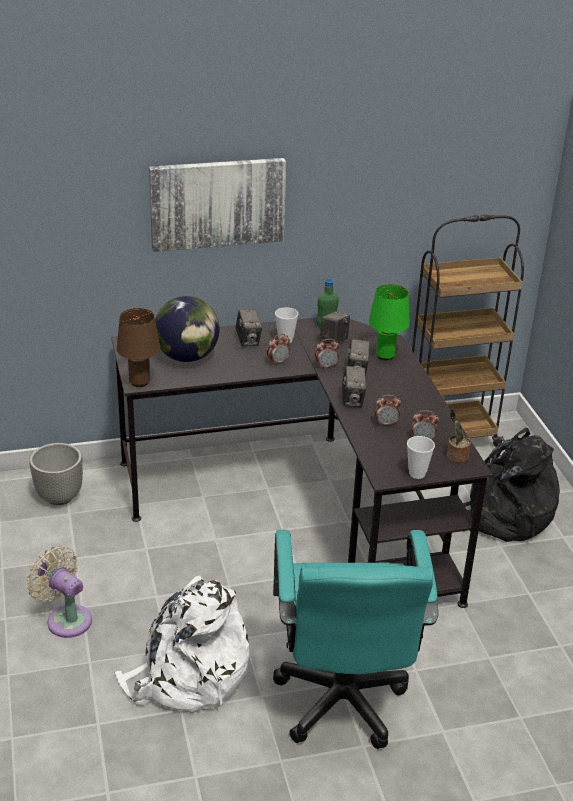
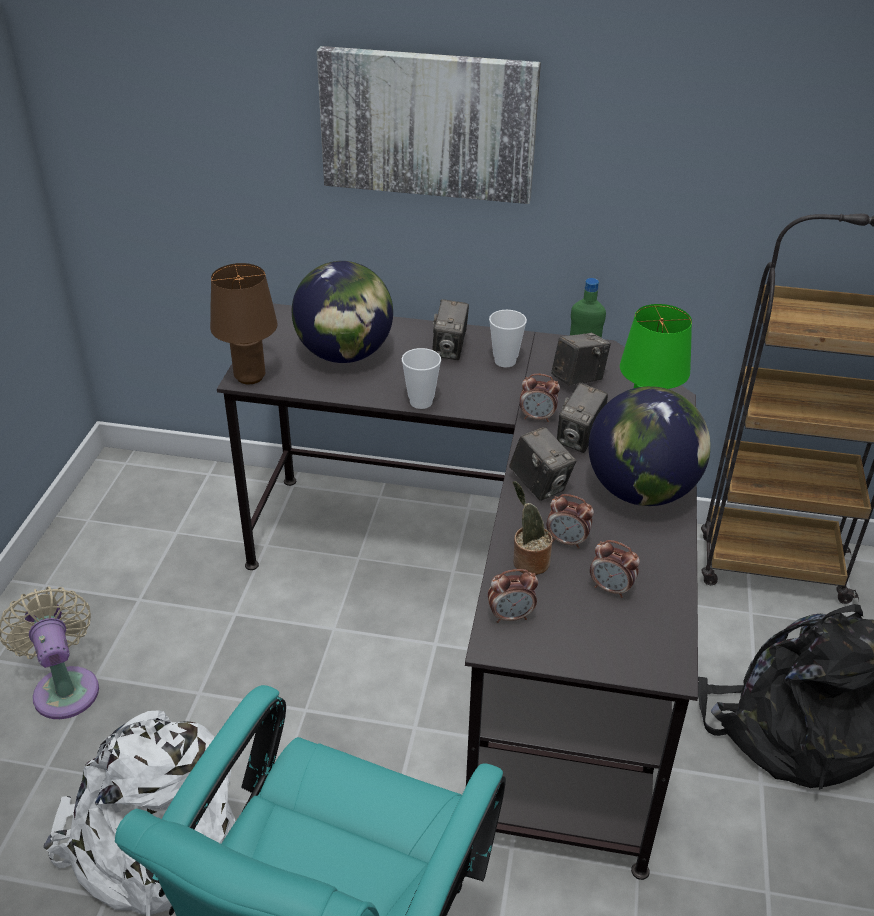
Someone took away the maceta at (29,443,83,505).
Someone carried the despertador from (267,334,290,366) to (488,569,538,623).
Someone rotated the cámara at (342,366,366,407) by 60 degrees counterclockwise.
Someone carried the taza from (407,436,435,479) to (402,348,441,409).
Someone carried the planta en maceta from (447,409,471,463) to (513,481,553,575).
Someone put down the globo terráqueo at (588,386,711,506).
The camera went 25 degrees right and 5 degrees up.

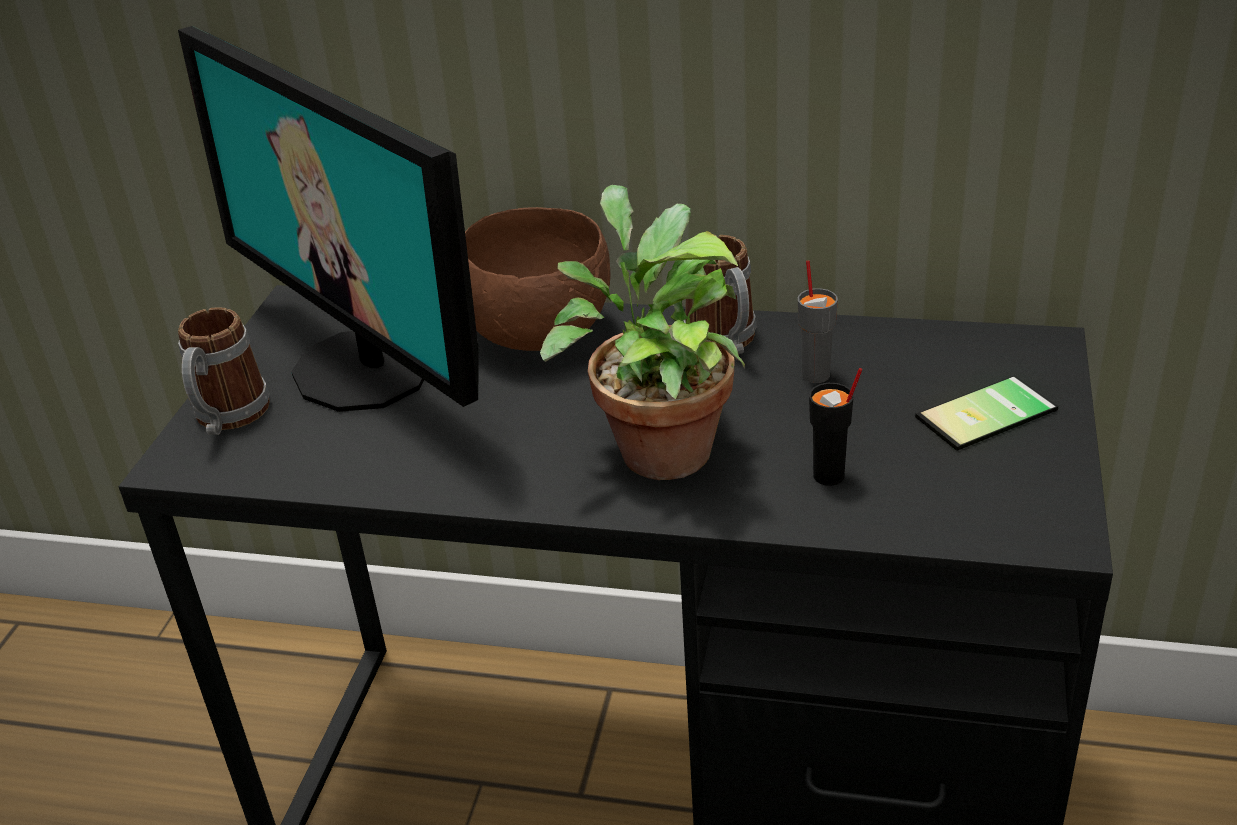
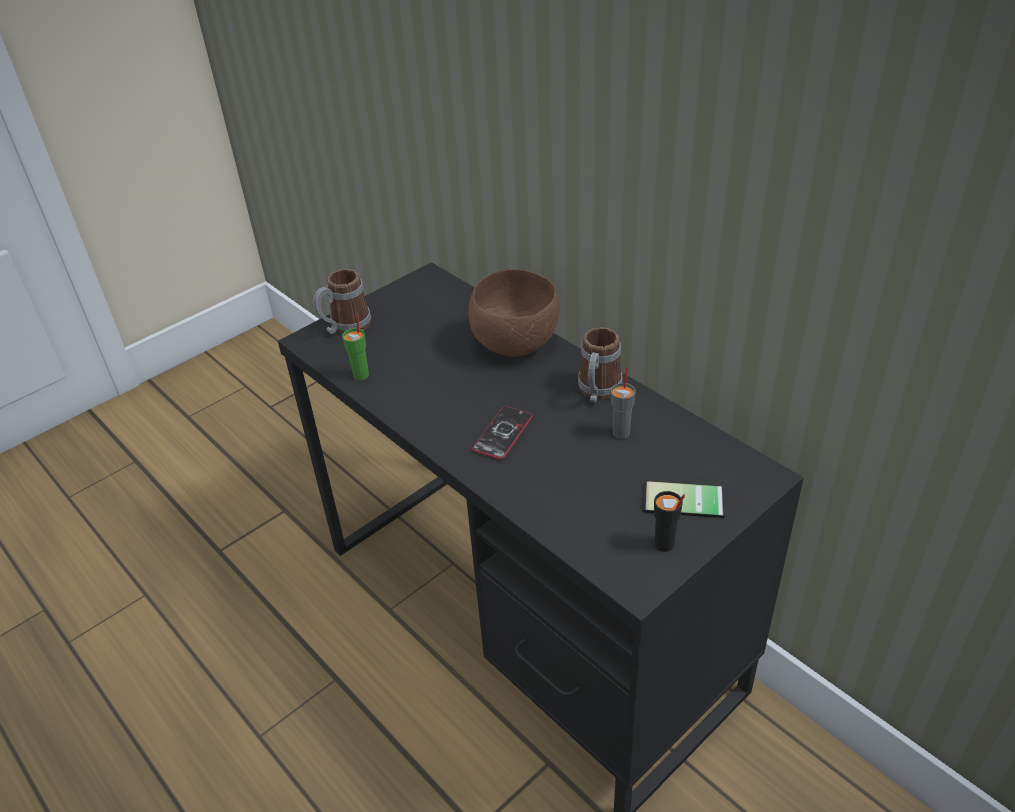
Someone took away the monitor at (178,26,479,412).
Someone swapped the planta en maceta at (540,185,745,480) for the móvil at (472,406,533,460).
Someone carried the taza (negro) from (809,368,862,486) to (654,491,685,552).
Someone put down the taza (verde) at (342,313,369,380).
The camera went 35 degrees right and 5 degrees up.

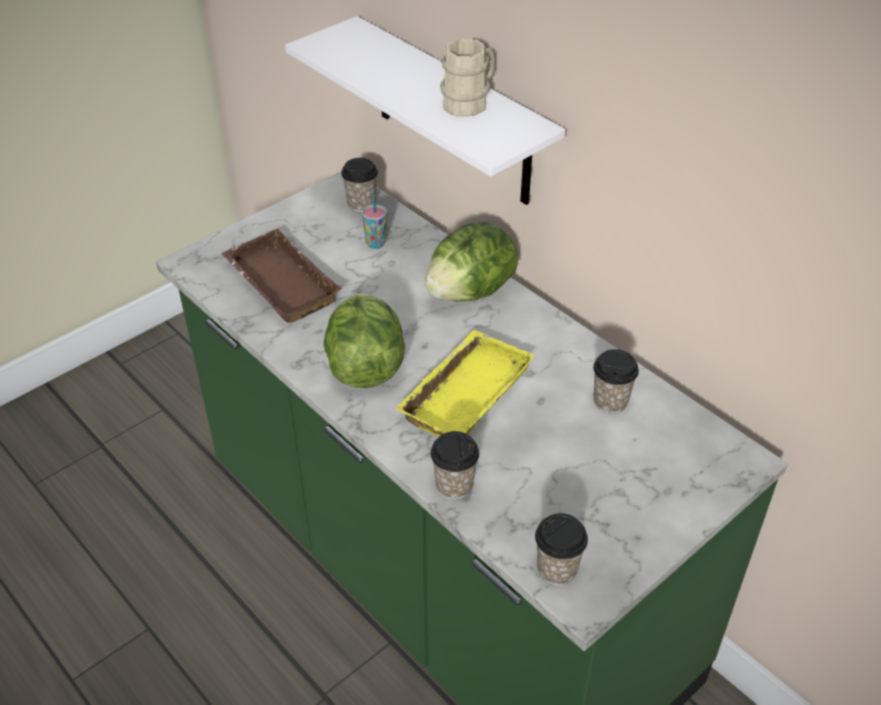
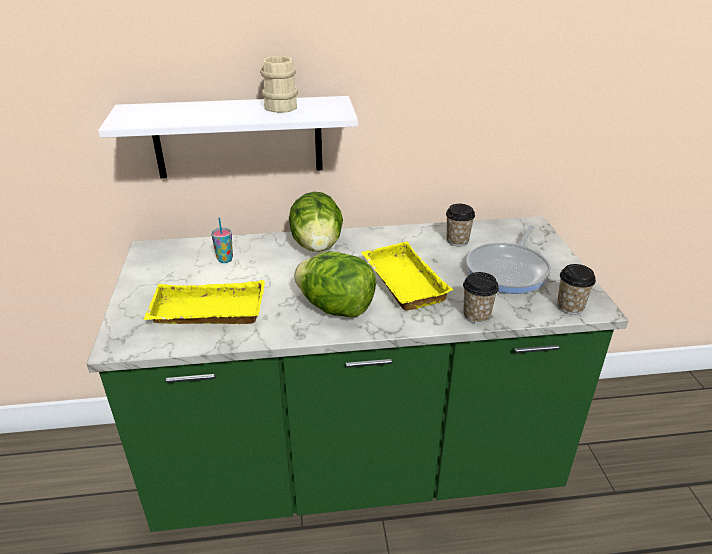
Someone repainted the bandeja (marrón) at (222,228,342,323), which became the bandeja (amarillo) at (143,280,265,324).
Someone took away the taza at (341,158,378,212).
Someone put down the sartén at (466,225,551,294).
The camera went 55 degrees left and 10 degrees down.

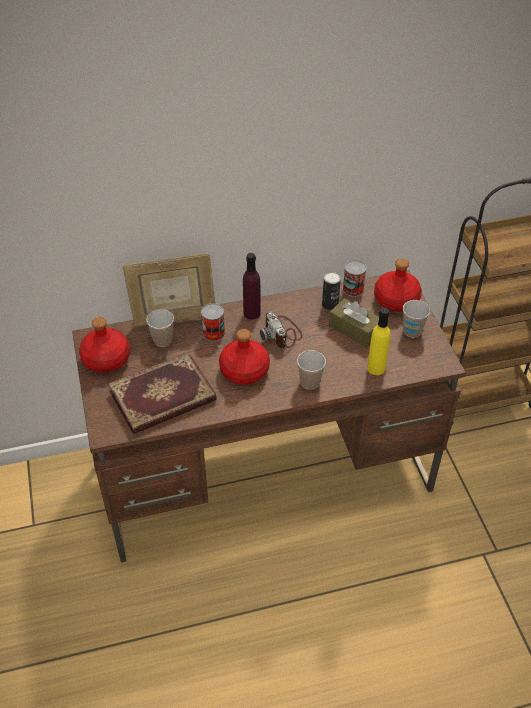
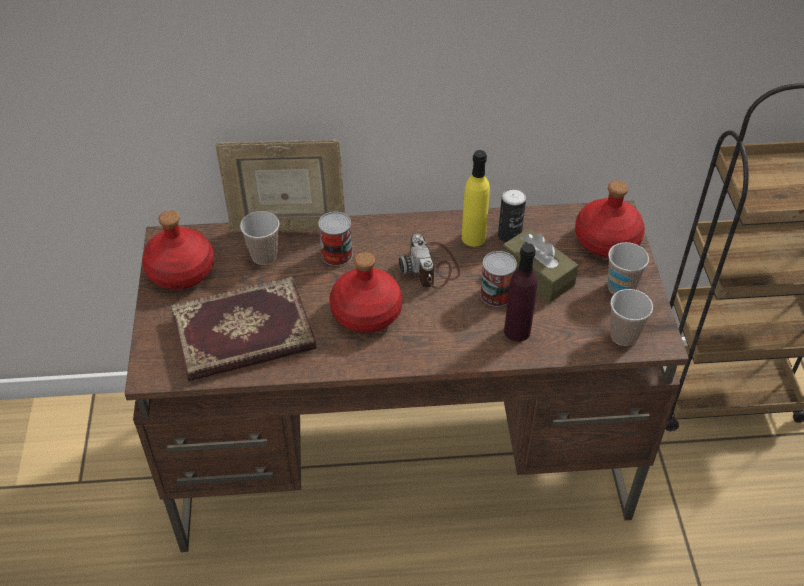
Someone carried the botella (morado) from (243,253,261,319) to (504,243,537,342).
Someone carried the taza from (297,350,326,390) to (610,289,653,346).
Someone carried the lata from (343,260,367,297) to (480,251,517,307).
Someone carried the botella (amarillo) from (367,308,390,375) to (462,150,490,247).
The camera went 10 degrees right and 0 degrees up.

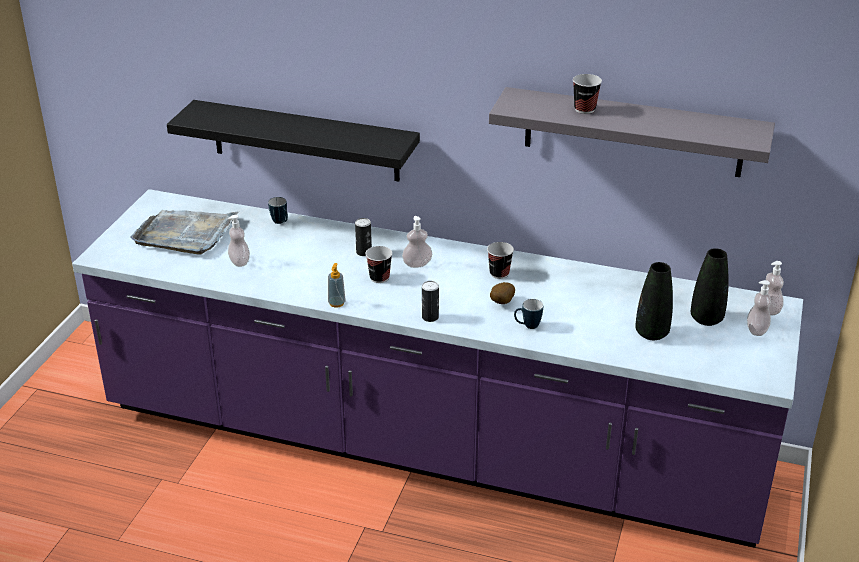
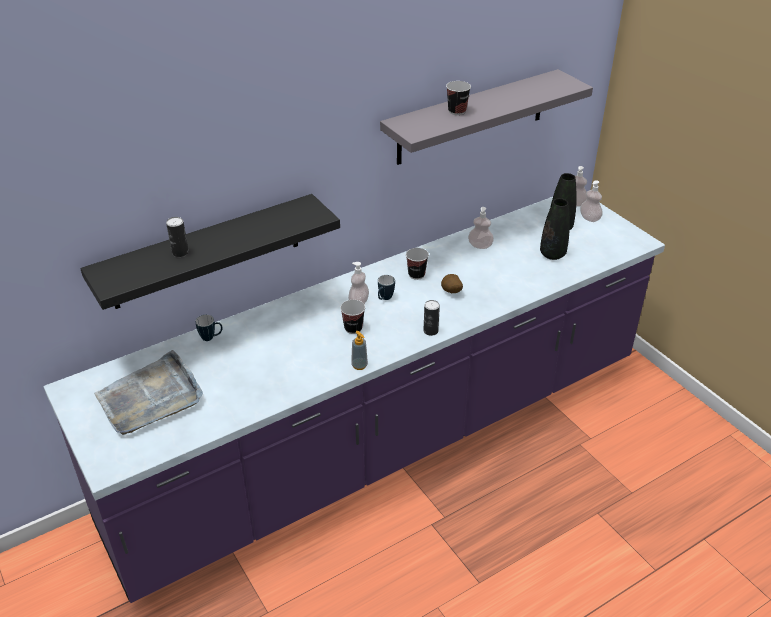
Someone carried the dispensador de jabón from (228,215,250,267) to (468,207,494,249).
Someone carried the lata from (355,218,372,256) to (166,217,189,257).
Someone carried the taza grande from (514,299,543,329) to (378,275,395,300).
The camera went 50 degrees left and 5 degrees up.

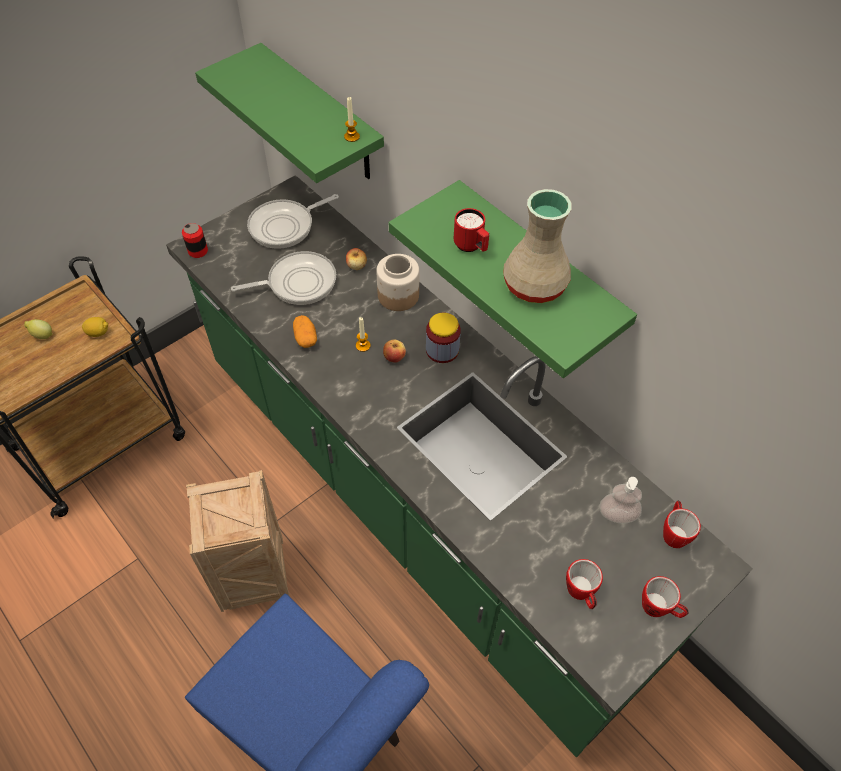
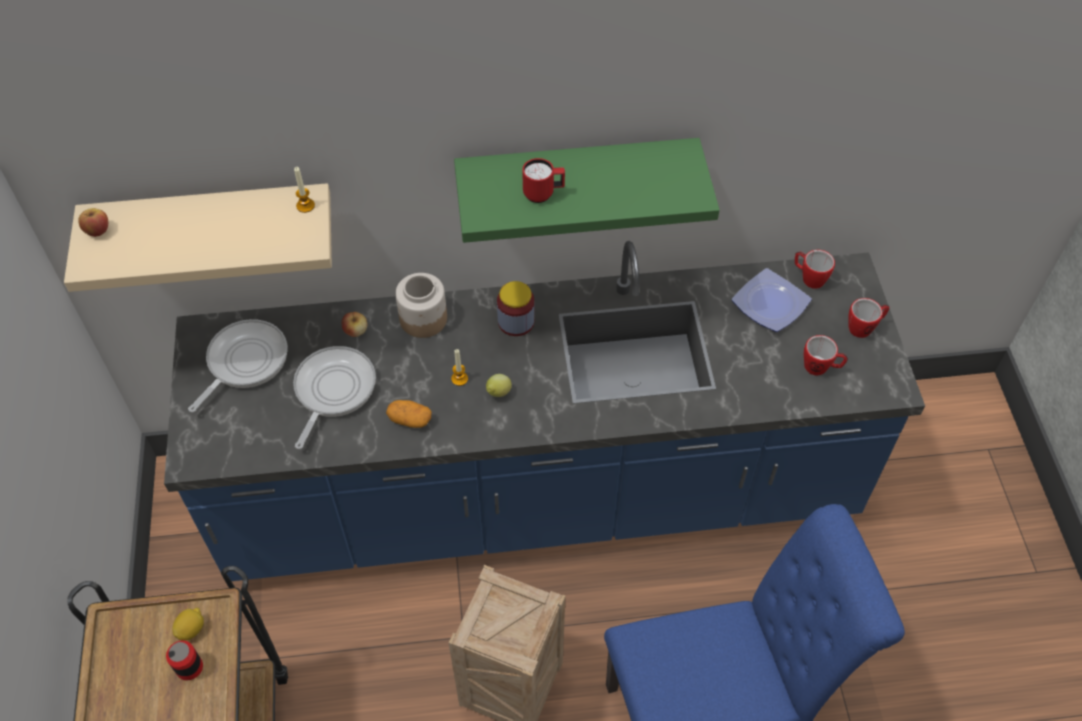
Someone carried the limón from (24,319,53,339) to (486,374,512,397).
Someone repainted the mueble bajo de cocina (verde) at (166,175,753,757), which became the mueble bajo de cocina (azul) at (164,241,925,581).
Someone carried the lata from (182,223,208,258) to (166,641,203,680).
Someone repainted the estante (verde) at (195,43,384,183), which became the estante (beis) at (64,183,332,292).
Someone rotated the sartén at (247,194,339,249) by 150 degrees counterclockwise.
Someone carried the manzana from (383,340,406,363) to (78,208,108,237).
Someone took away the florero (beis) at (503,189,572,303).
Someone swapped the dispensador de jabón at (600,477,642,524) for the plato at (731,268,812,332).
The camera went 55 degrees left and 0 degrees up.

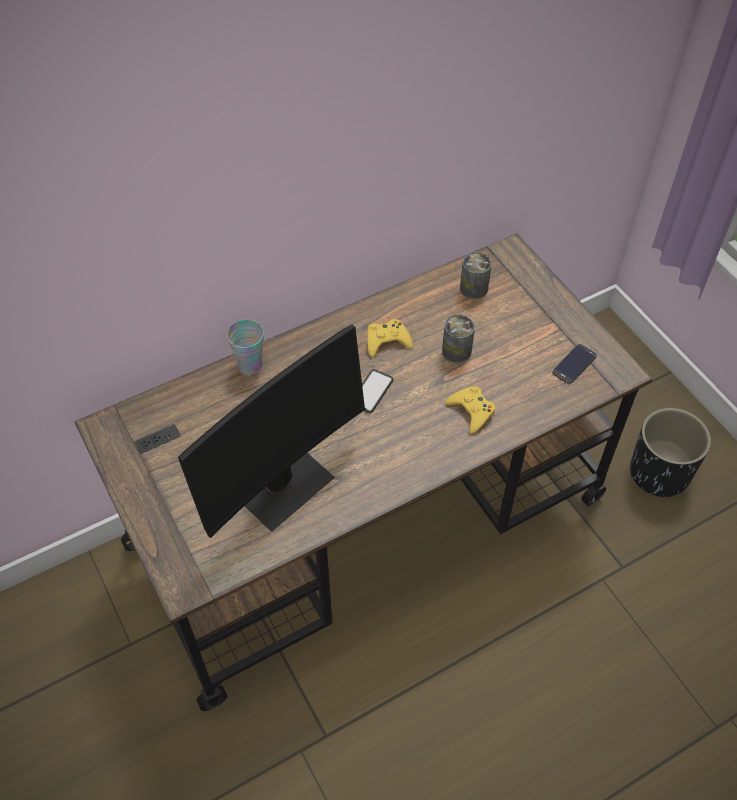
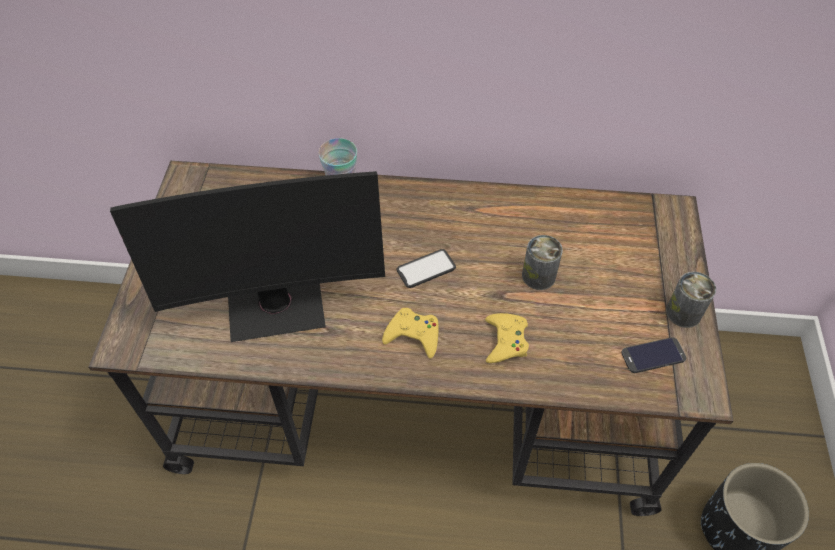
Someone carried the mando de consola (amarillo) from (367,319,413,357) to (382,308,438,359).
Someone carried the lata from (460,252,492,299) to (666,272,716,328).
The camera went 35 degrees right and 0 degrees up.

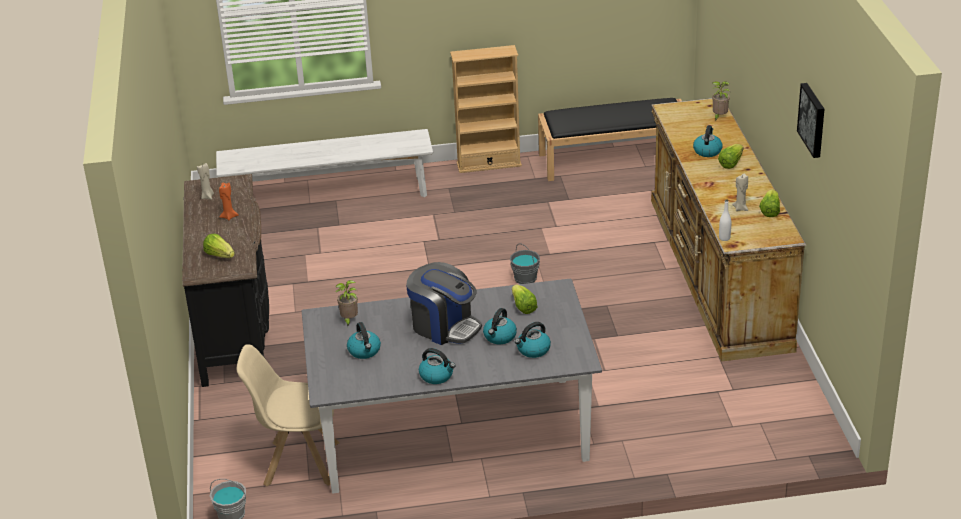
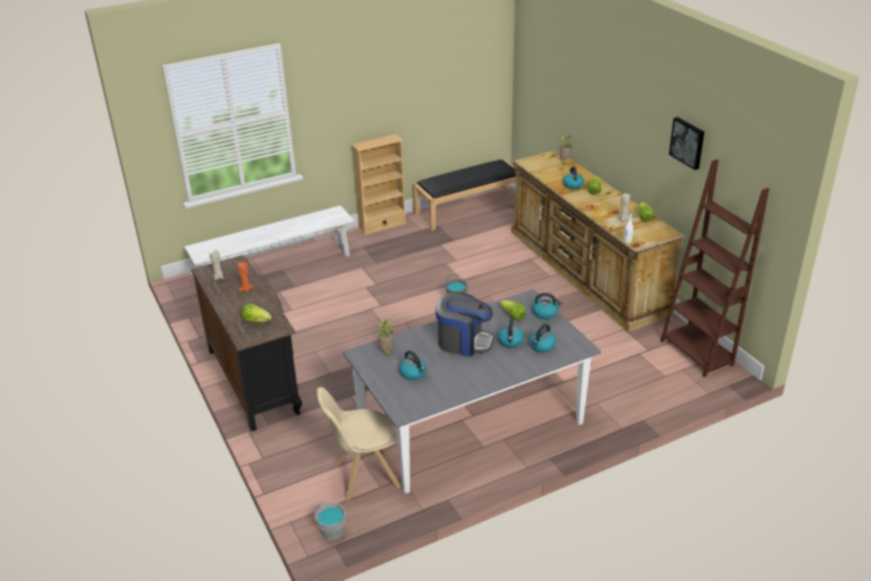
Someone carried the hervidor from (419,348,456,384) to (532,293,562,319).
Someone put down the estantería (marrón) at (660,159,769,377).
The camera went 20 degrees left and 0 degrees up.

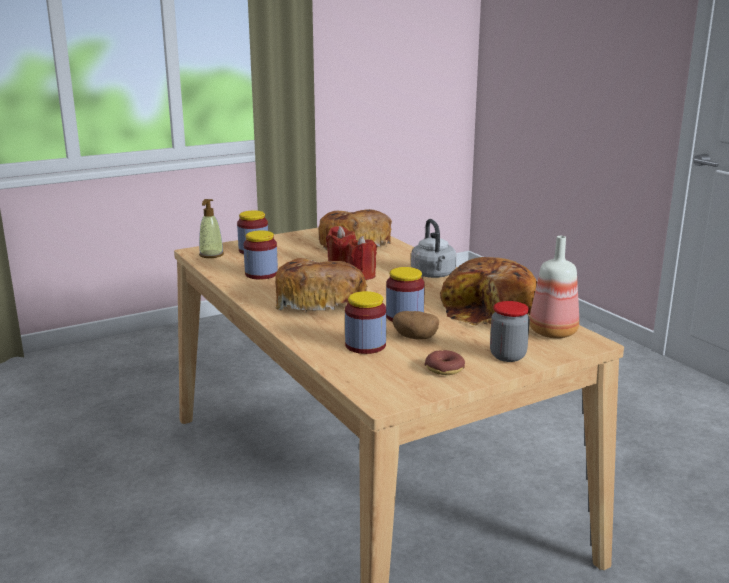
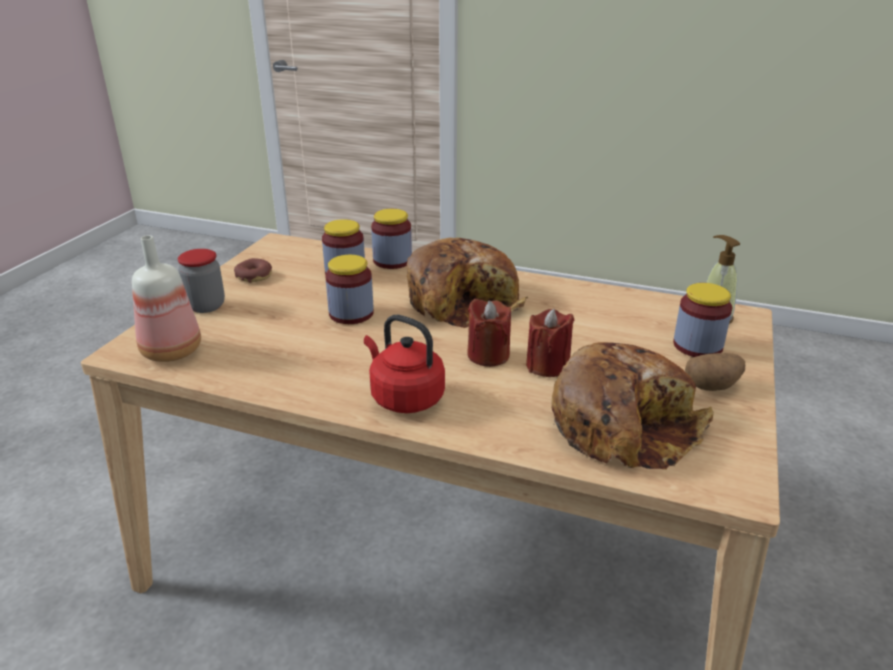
Someone carried the tarro from (244,230,278,280) to (371,209,412,269).
Someone carried the patata from (392,311,439,340) to (685,353,745,391).
Someone repainted the hervidor (gris) at (411,219,457,278), which became the hervidor (rojo) at (364,315,445,413).
Someone took away the pan at (440,257,537,325).
The camera went 140 degrees right and 10 degrees up.

